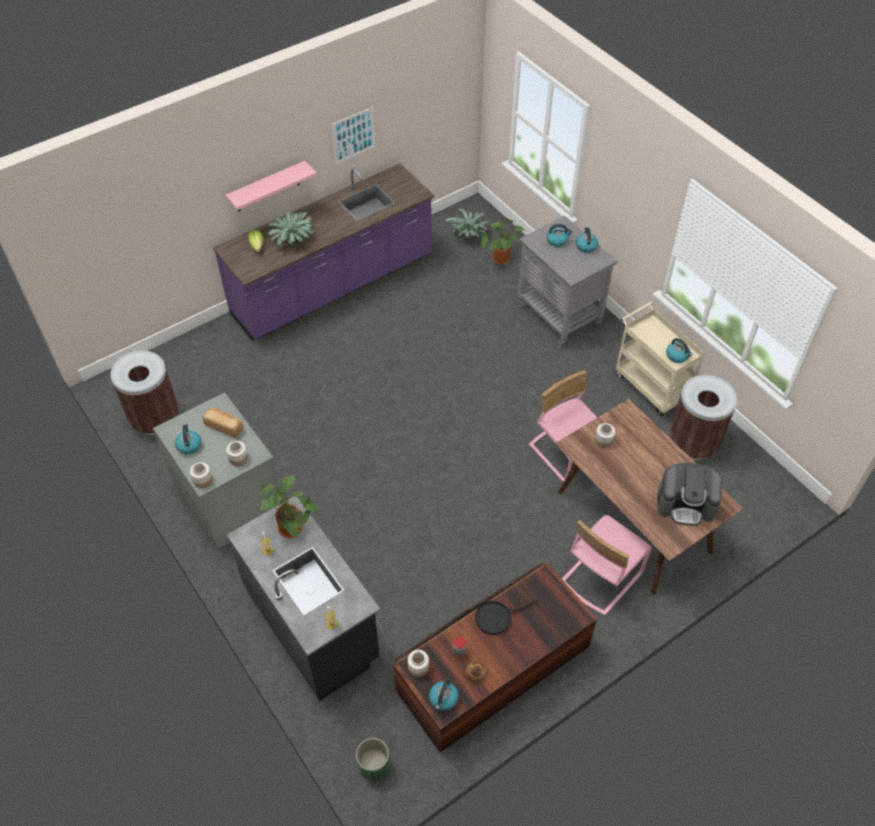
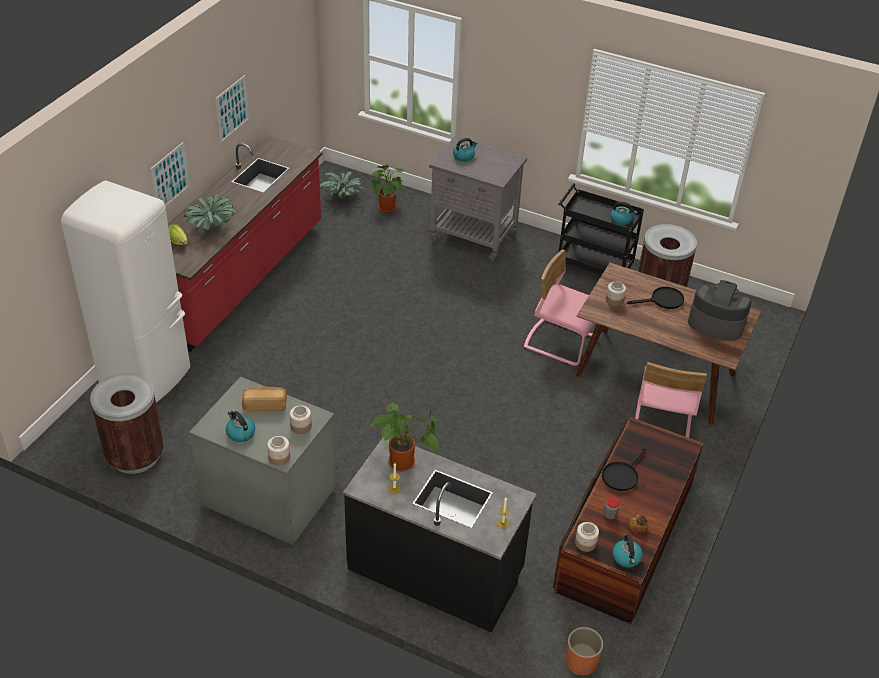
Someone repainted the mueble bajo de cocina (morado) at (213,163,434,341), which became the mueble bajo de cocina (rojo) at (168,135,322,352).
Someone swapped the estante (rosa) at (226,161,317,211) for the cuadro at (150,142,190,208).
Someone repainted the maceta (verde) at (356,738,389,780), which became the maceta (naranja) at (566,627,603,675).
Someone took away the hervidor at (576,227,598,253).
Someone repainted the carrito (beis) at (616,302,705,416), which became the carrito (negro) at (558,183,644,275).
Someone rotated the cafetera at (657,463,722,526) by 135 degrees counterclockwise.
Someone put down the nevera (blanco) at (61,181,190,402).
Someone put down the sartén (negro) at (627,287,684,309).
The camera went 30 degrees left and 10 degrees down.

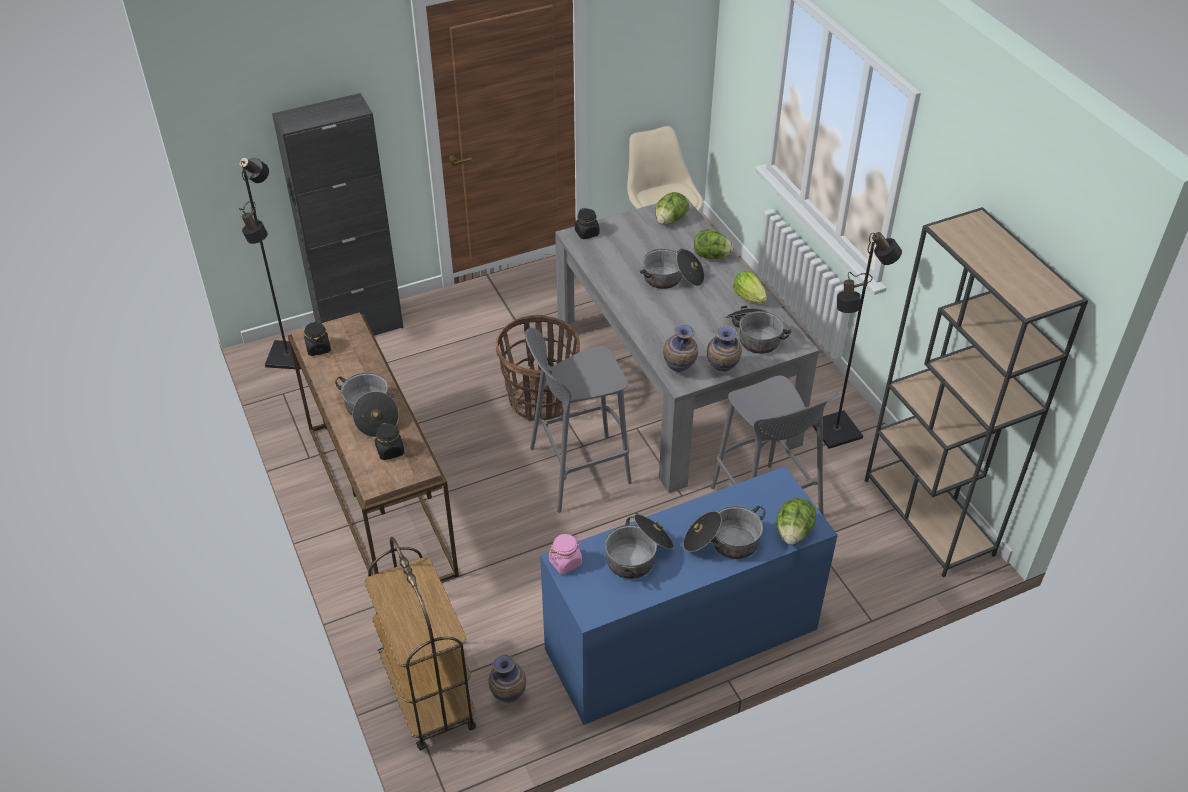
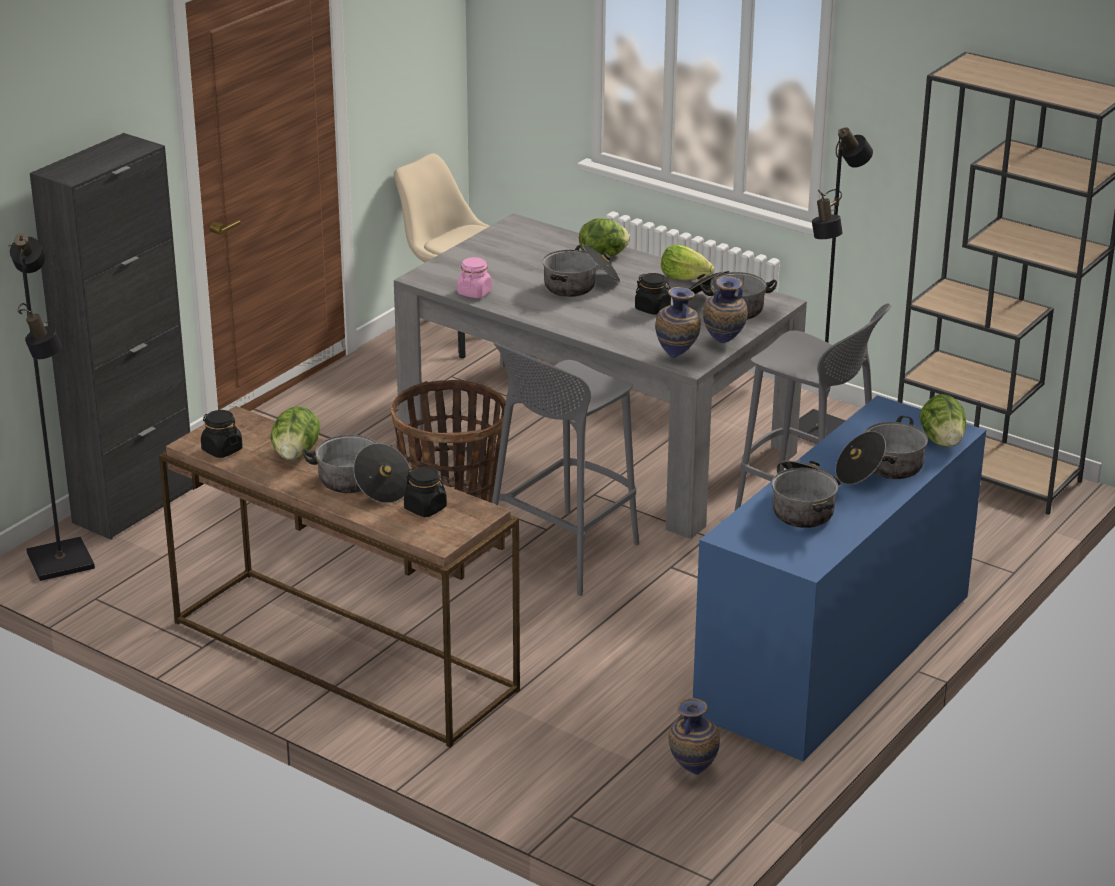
Someone took away the carrito (marrón) at (364,537,476,751).
Someone carried the tarro (rosa) from (549,534,582,574) to (457,257,492,298).
Someone carried the tarro (negro) from (575,208,599,239) to (635,273,671,315).
Someone carried the lechuga from (655,192,689,225) to (270,406,320,460).
The camera went 30 degrees left and 15 degrees down.

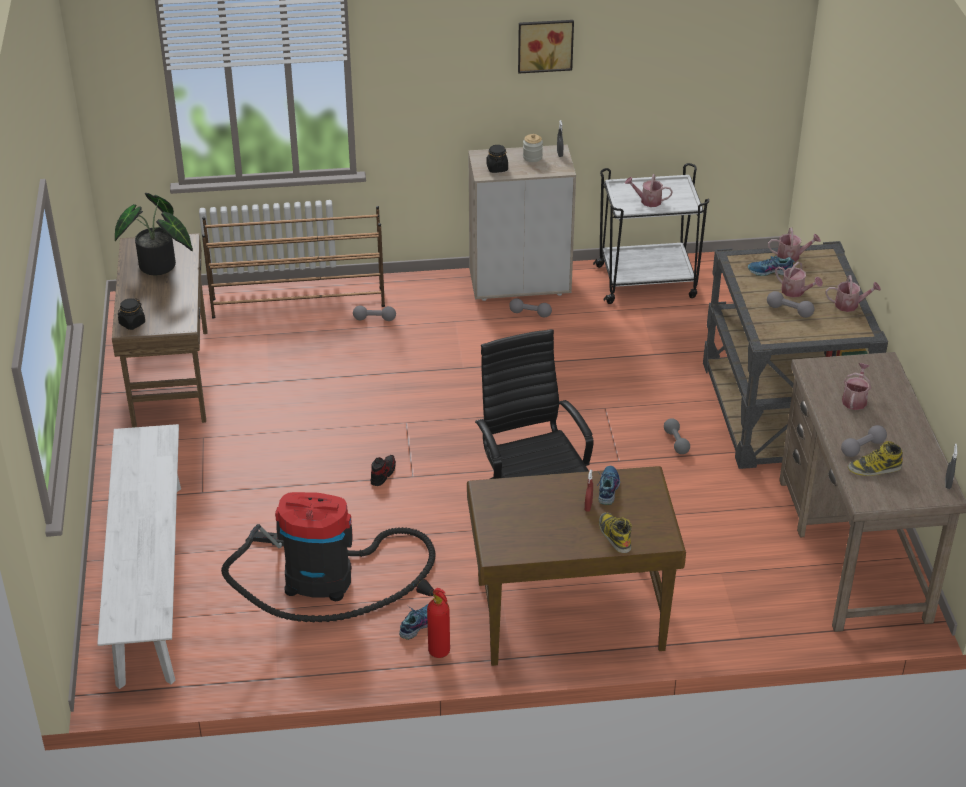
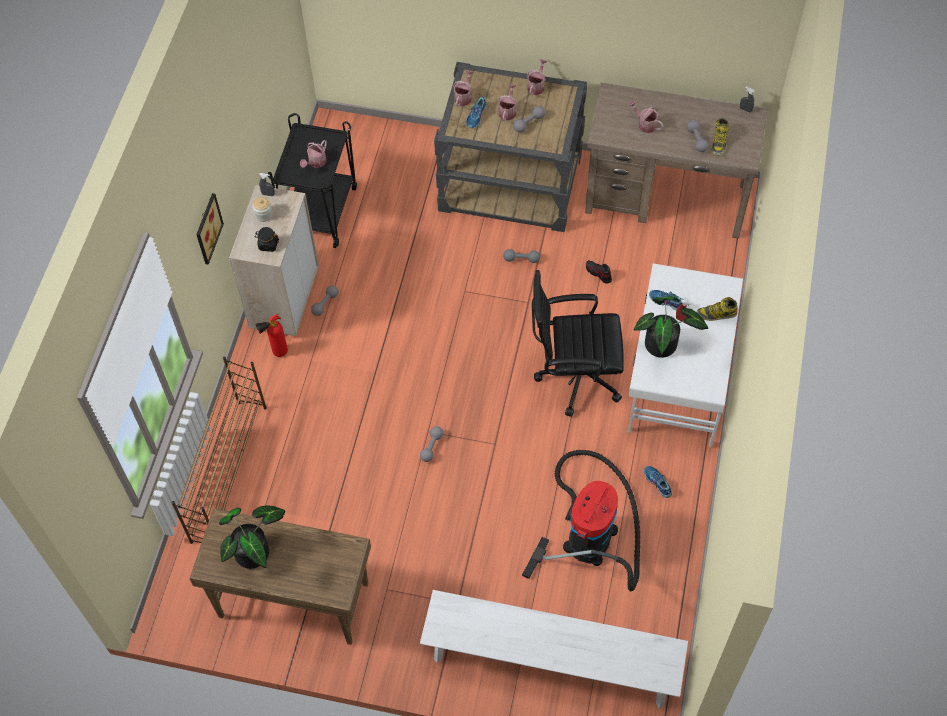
Someone took away the tarro (negro) at (118,298,145,330).
Someone carried the mancuerna (gris) from (353,306,396,321) to (420,426,443,462).
Someone carried the zapato from (371,455,396,486) to (586,260,612,284).
Someone carried the extintor from (416,579,450,658) to (255,314,288,357).
Someone repainted the escritorio (marrón) at (467,466,686,666), which became the escritorio (blanco) at (628,263,743,448).
Someone carried the cuadro from (518,20,574,73) to (196,193,224,265).
Someone repainted the carrito (blanco) at (593,163,709,304), which became the carrito (negro) at (268,113,357,248).
Someone rotated the regadera at (775,262,823,298) by 45 degrees counterclockwise.
Someone put down the planta en maceta at (634,296,708,358).
The camera went 70 degrees left and 20 degrees up.

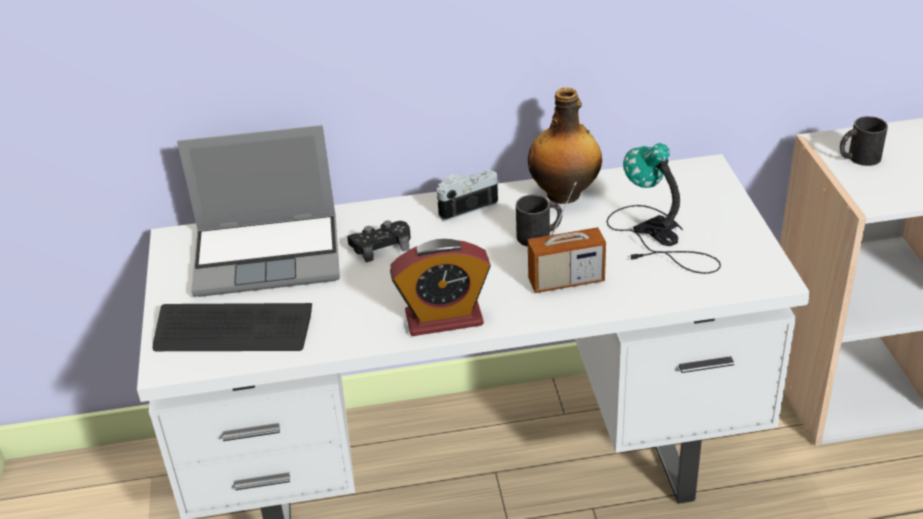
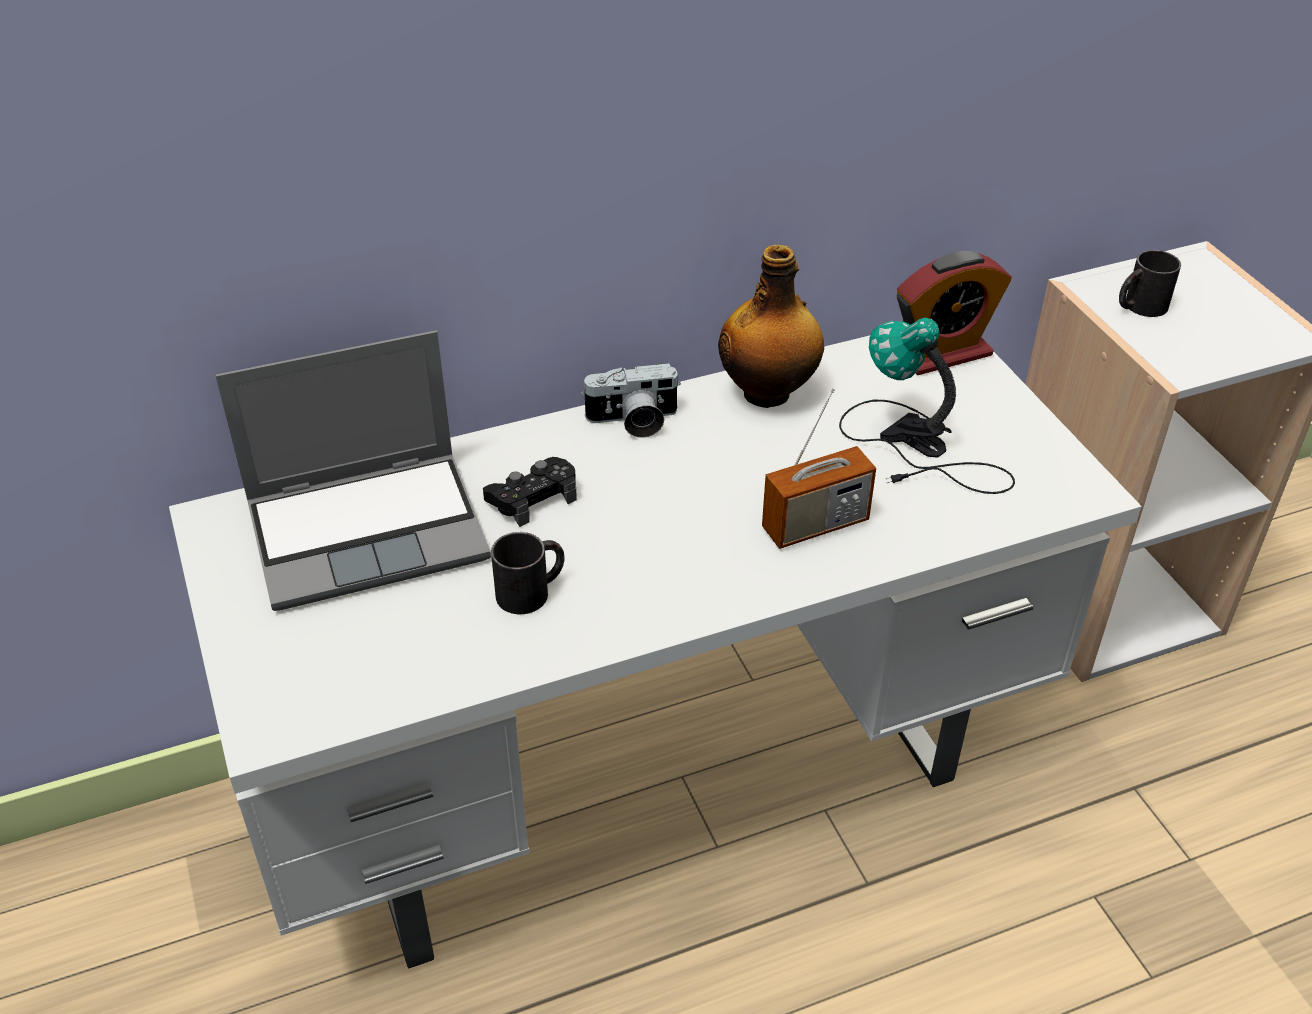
Someone took away the teclado at (153,303,312,351).
Someone carried the despertador from (390,239,491,336) to (897,251,1012,375).
Someone rotated the cámara at (436,170,499,221) by 150 degrees counterclockwise.
Someone carried the taza grande (negro) from (516,195,563,247) to (491,532,565,614).
The camera went 15 degrees left and 5 degrees up.

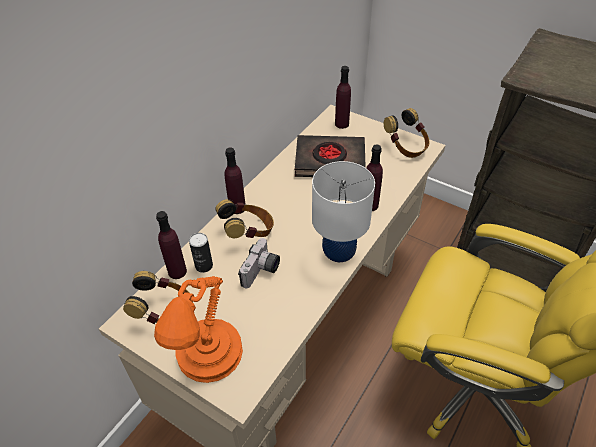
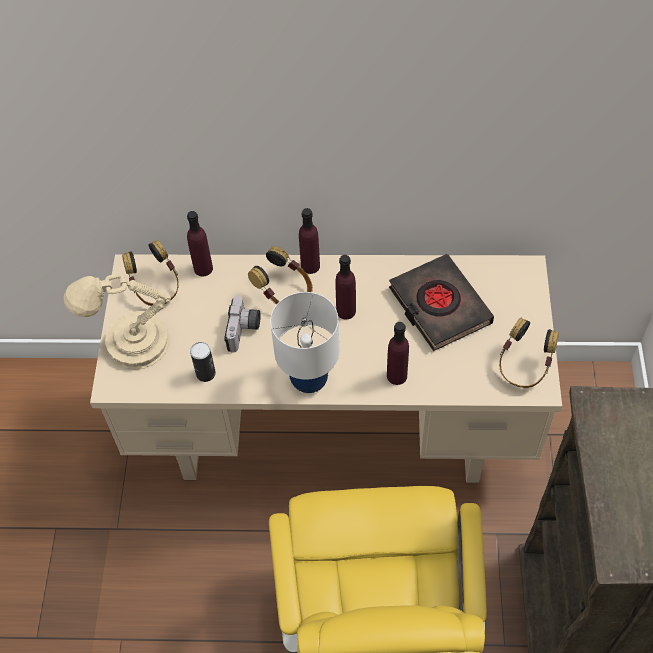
Someone repainted the lámpara de mesa (naranja) at (154,276,243,383), which became the lámpara de mesa (beis) at (64,273,171,370).
Someone carried the lata from (189,233,213,273) to (190,342,216,382).
Someone rotated the cámara at (238,238,280,288) by 75 degrees counterclockwise.
Someone carried the botella (morado) from (335,66,351,129) to (335,255,356,319).
The camera went 60 degrees right and 10 degrees up.

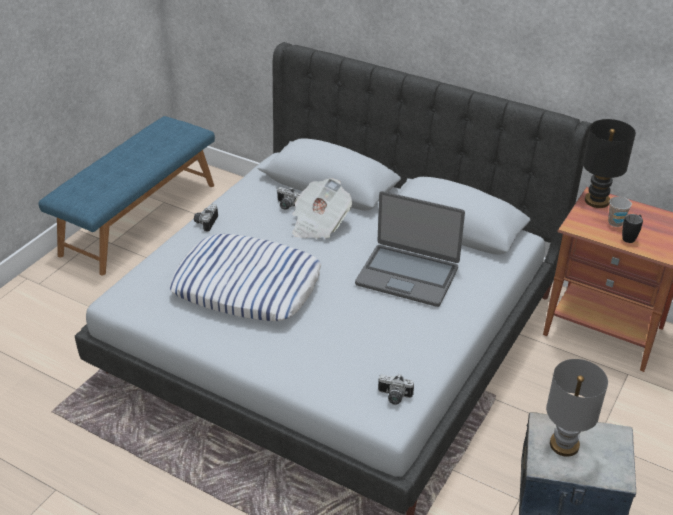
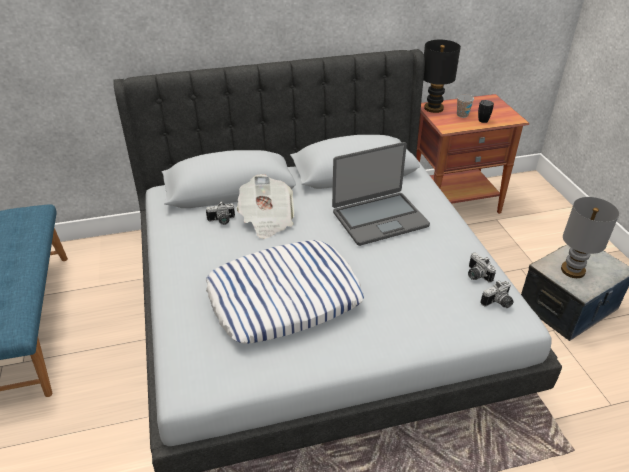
Someone carried the cámara from (194,204,218,232) to (468,252,496,283).
The camera went 45 degrees left and 0 degrees up.

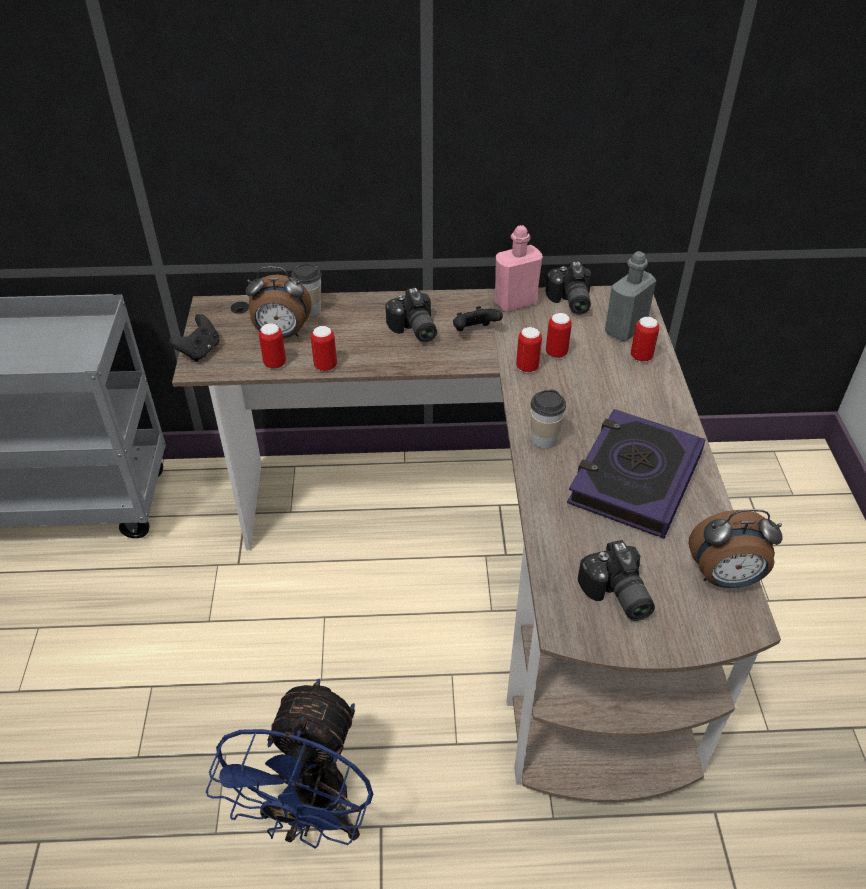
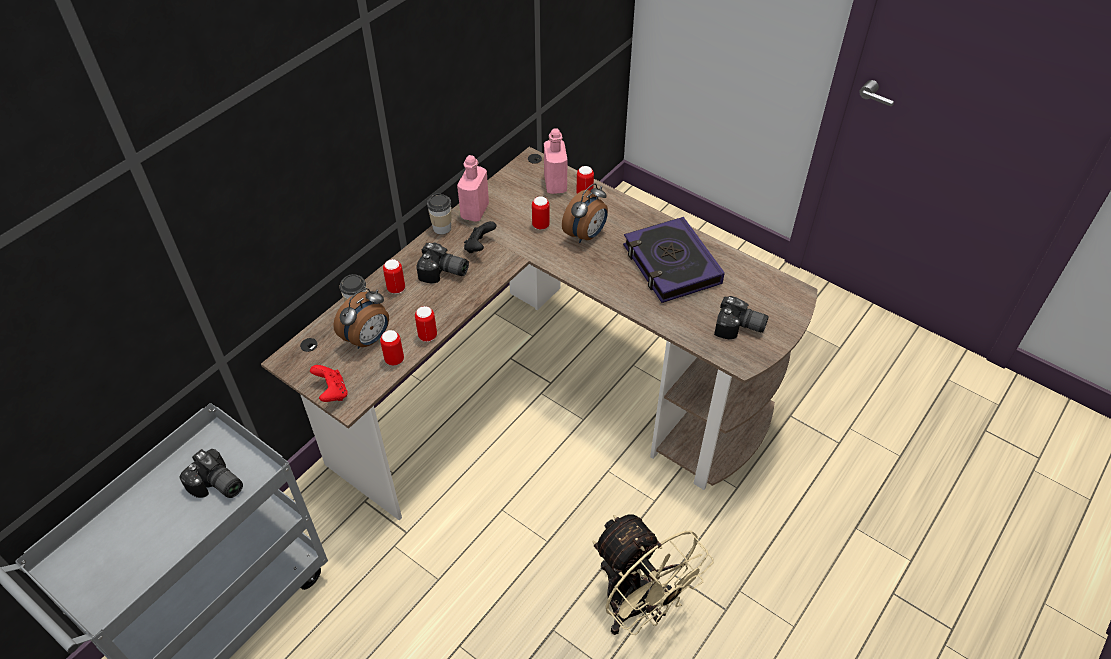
Someone repainted the mando de consola (negro) at (169,314,220,362), which became the mando de consola (rojo) at (310,365,348,402).
Someone repainted the ventilador (azul) at (206,678,373,848), which became the ventilador (beis) at (592,514,714,635).
Someone carried the lata from (516,327,542,373) to (383,259,405,294).
Someone carried the taza from (531,389,566,449) to (427,193,451,234).
Someone carried the cámara from (546,261,592,315) to (179,449,243,498).
Someone repainted the botella (gris) at (605,251,656,342), which became the botella (rosa) at (544,128,568,194).
Someone carried the despertador from (688,509,783,588) to (562,183,608,243).
The camera went 50 degrees left and 5 degrees up.

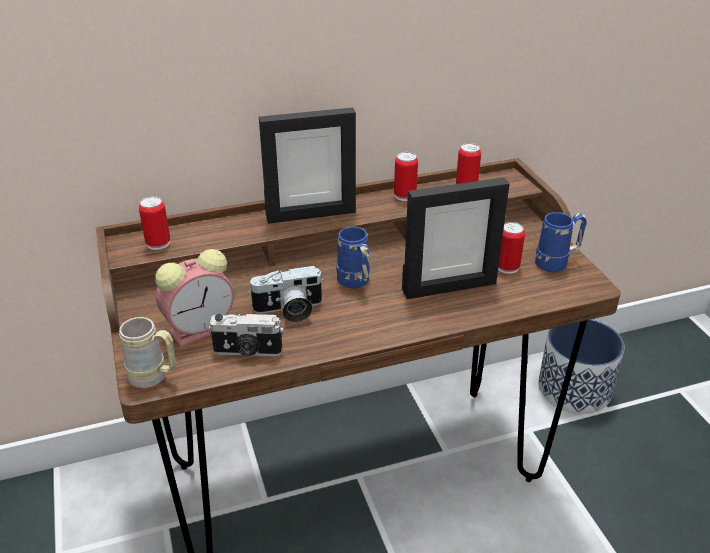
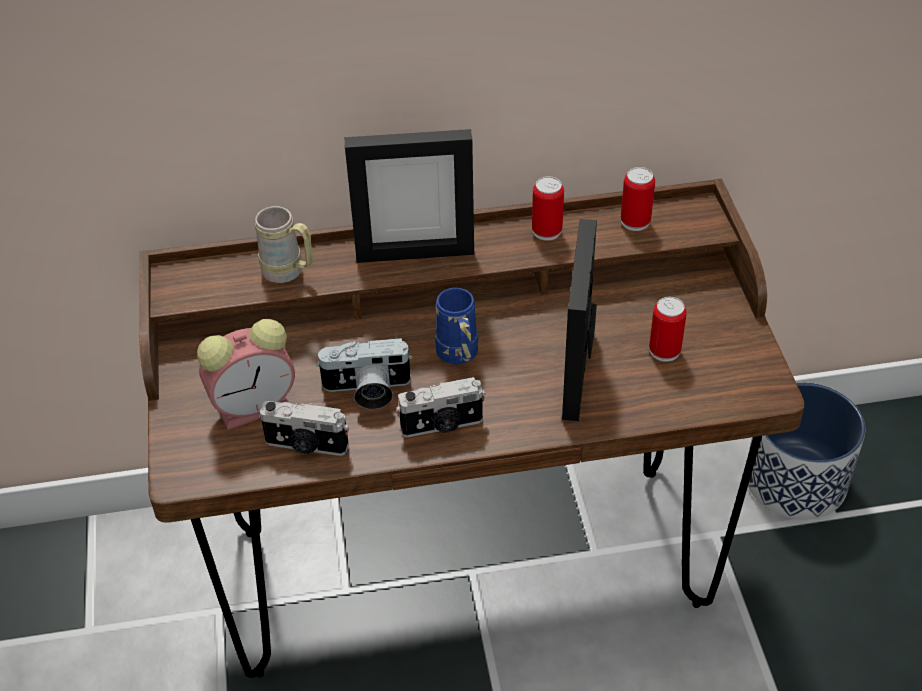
Someone carried the taza grande (beis) from (119,317,176,388) to (255,206,313,283).
Someone took away the lata at (139,196,170,250).
Someone rotated the portarretratos at (402,177,509,299) by 105 degrees clockwise.
Someone took away the taza grande (azul) at (535,212,587,272).
Someone put down the cámara at (396,377,485,438).
The camera went 10 degrees right and 10 degrees up.

